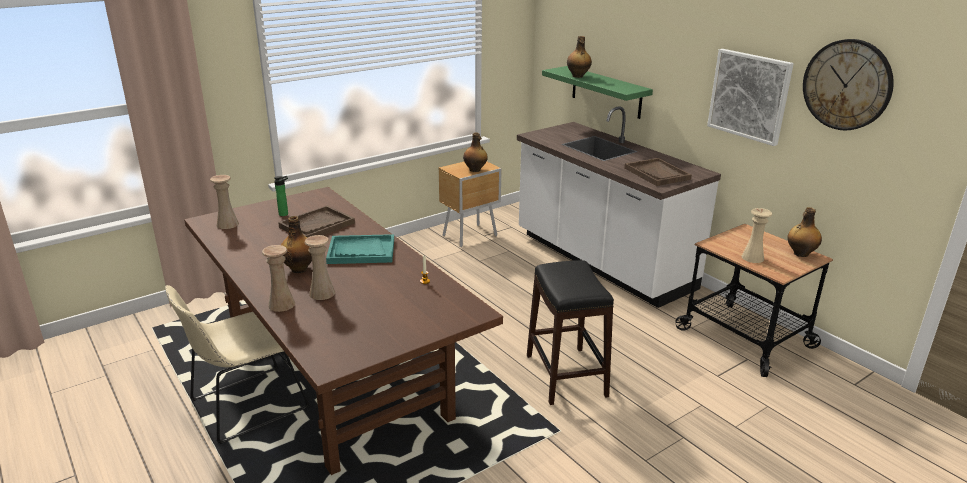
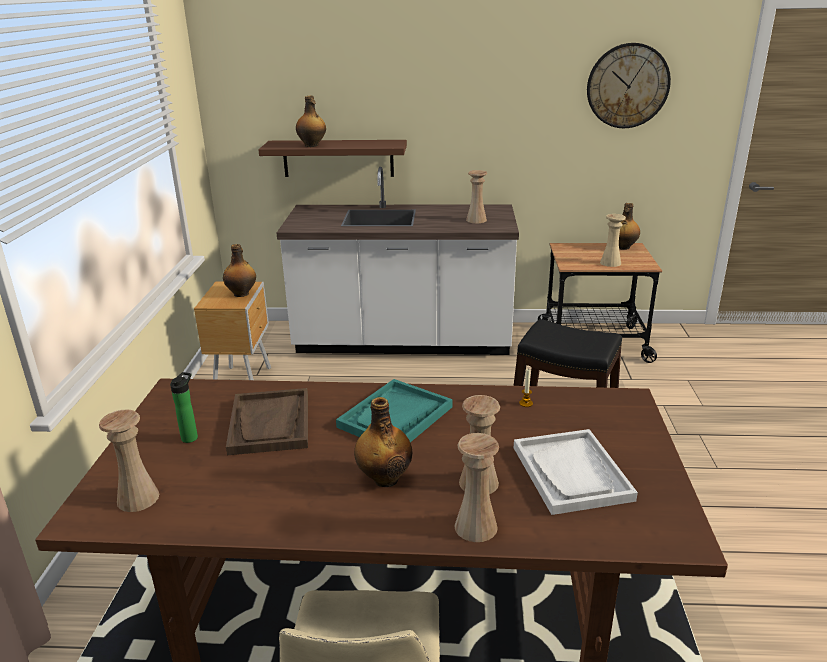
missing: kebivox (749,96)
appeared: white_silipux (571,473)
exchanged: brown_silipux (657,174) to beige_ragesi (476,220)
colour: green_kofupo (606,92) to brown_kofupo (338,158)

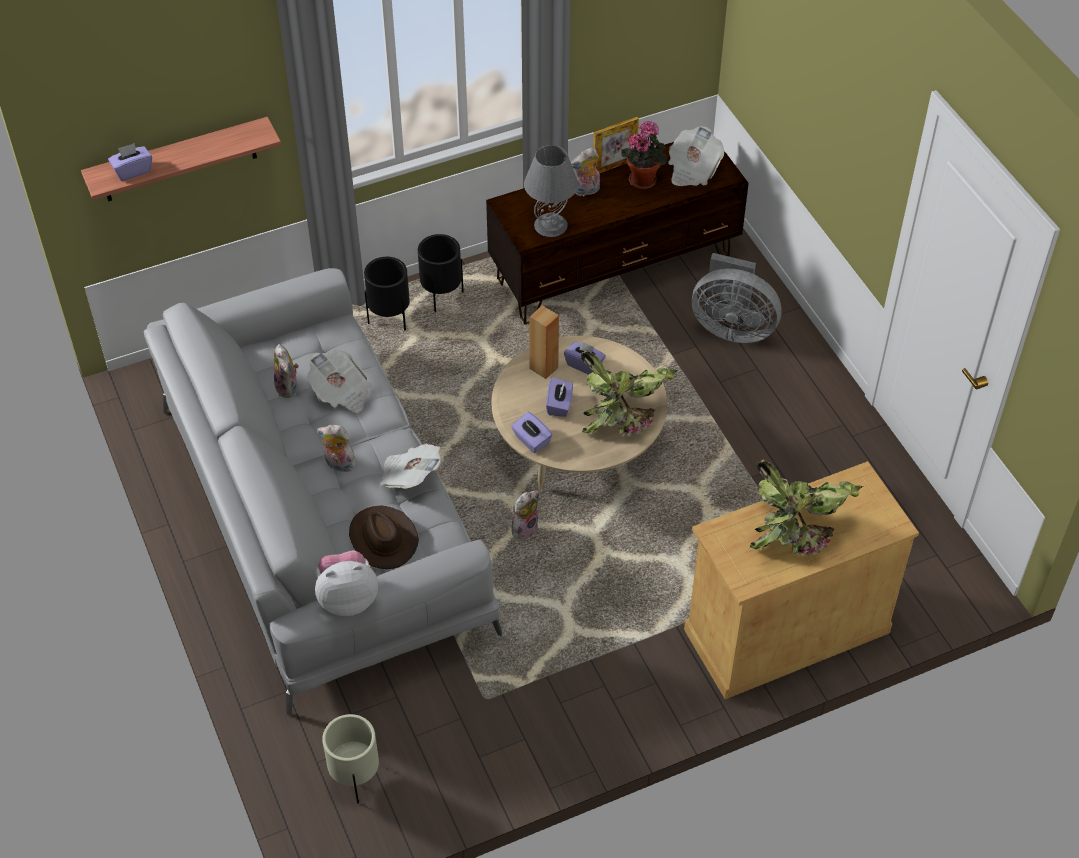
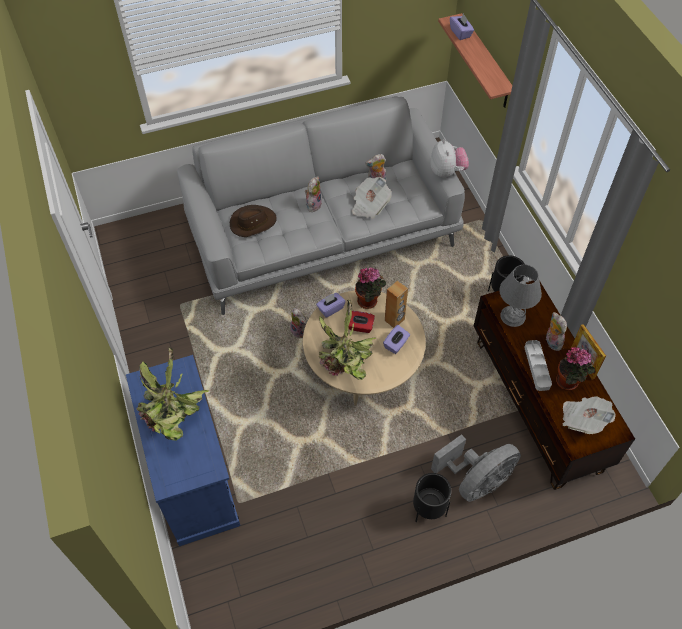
missing: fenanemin (410,476); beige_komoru (355,778)
appeared: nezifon (369,301); grey_silipux (537,367)
relocated: black_komoru (390,319) to (428,511); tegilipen (347,598) to (447,172)
colour: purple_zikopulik (559,405) to red_zikopulik (360,327); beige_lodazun (786,630) to blue_lodazun (194,477)
spun: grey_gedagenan (732,327) = (476,481) 150 degrees counterclockwise

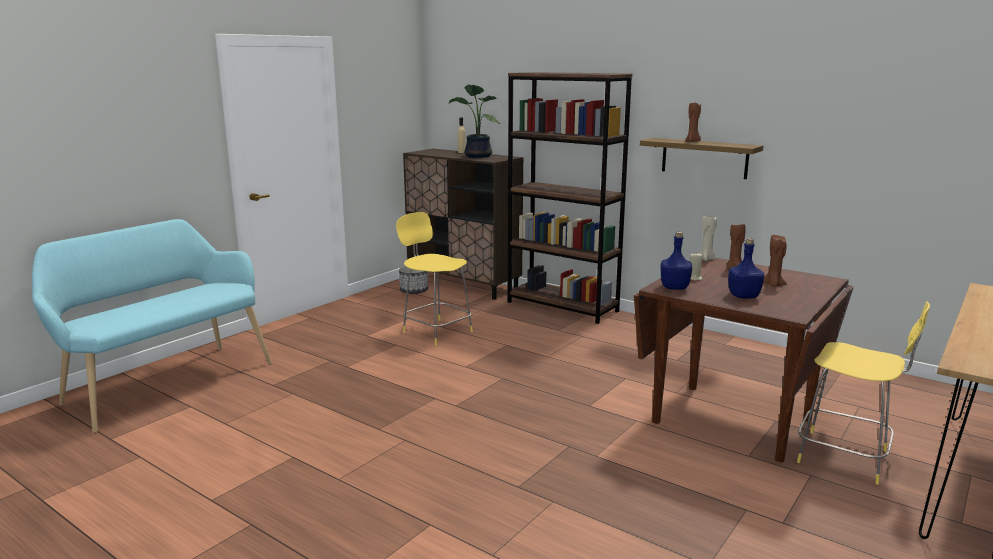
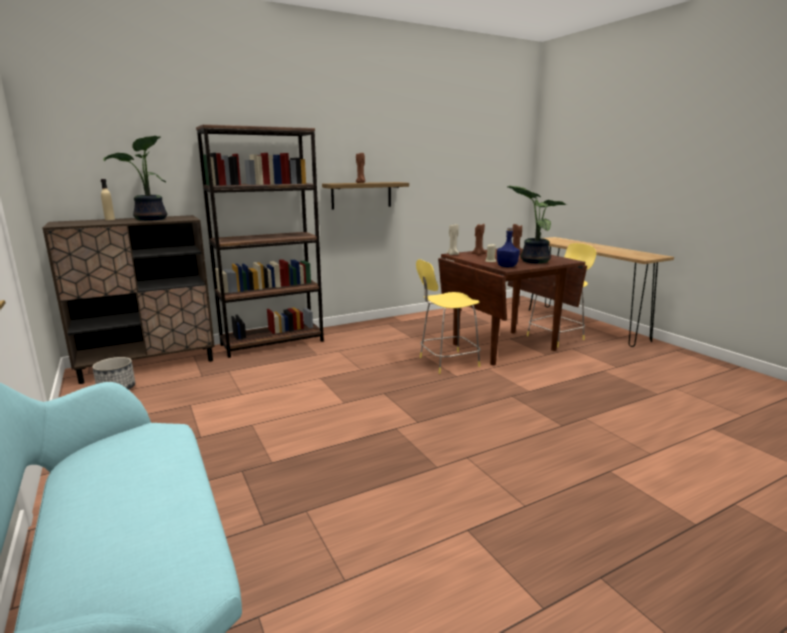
relocated: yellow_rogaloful (436,331) to (447,362)
exchanged: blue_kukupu (744,296) to nezifon (533,261)

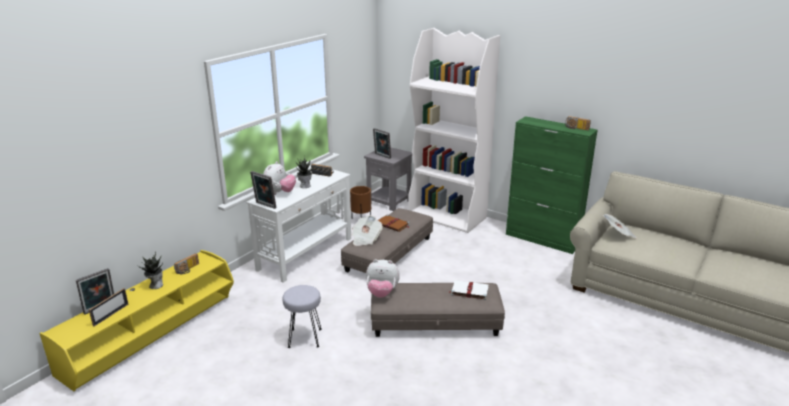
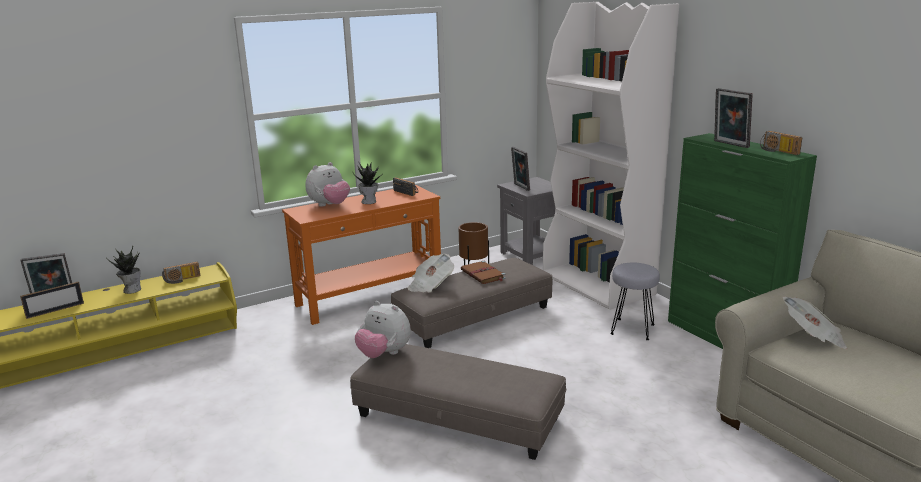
missing: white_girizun (469,291)
relocated: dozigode (265,205) to (729,144); grey_rogaloful (304,338) to (631,329)
colour: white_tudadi (306,254) to orange_tudadi (370,297)

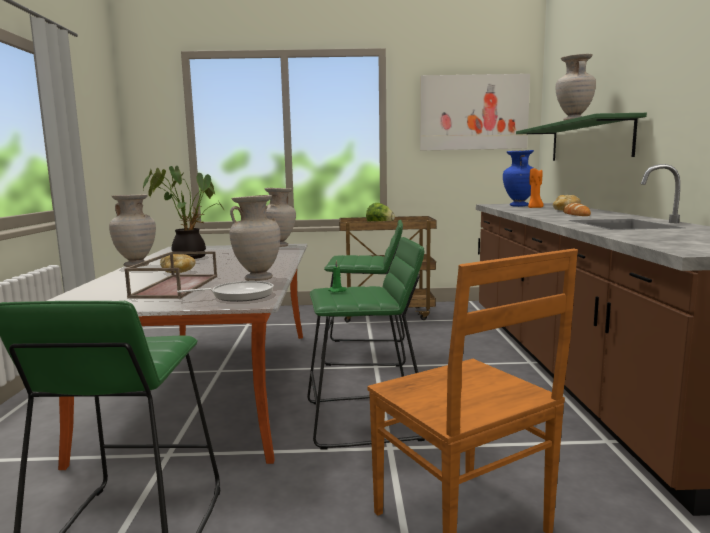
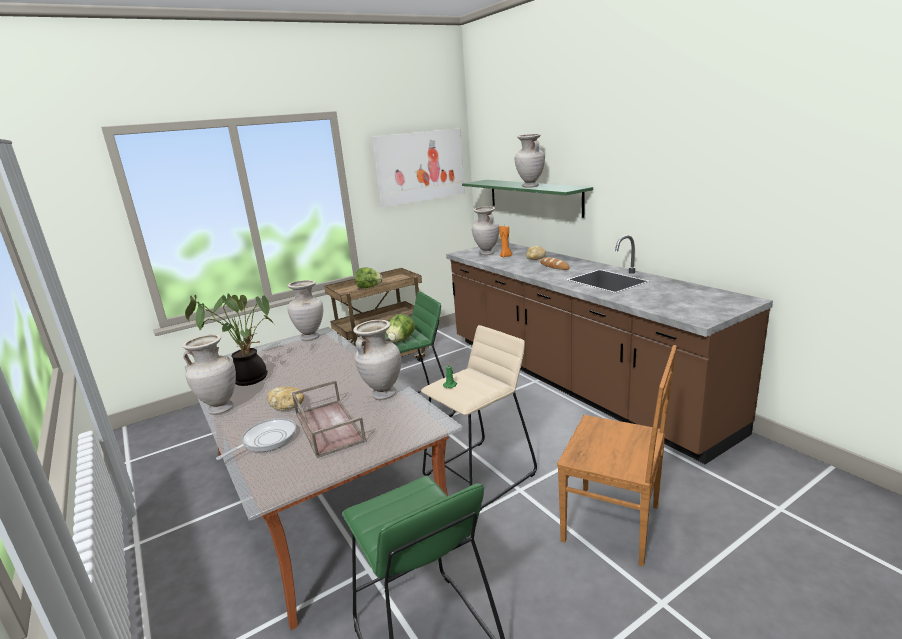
appeared: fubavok (400,340)
relocated: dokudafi (238,295) to (266,440)
colour: blue_ragesi (518,206) to beige_ragesi (486,253); green_rogaloful (365,420) to beige_rogaloful (480,474)

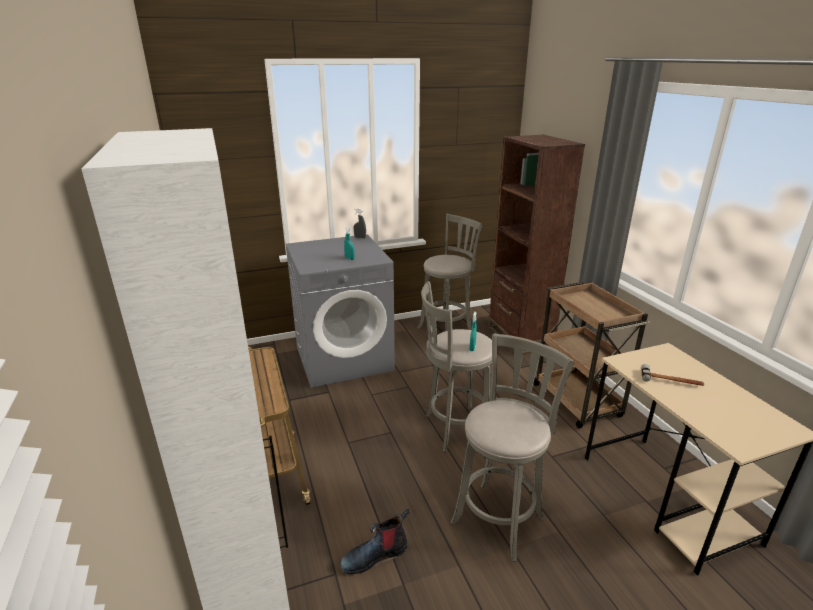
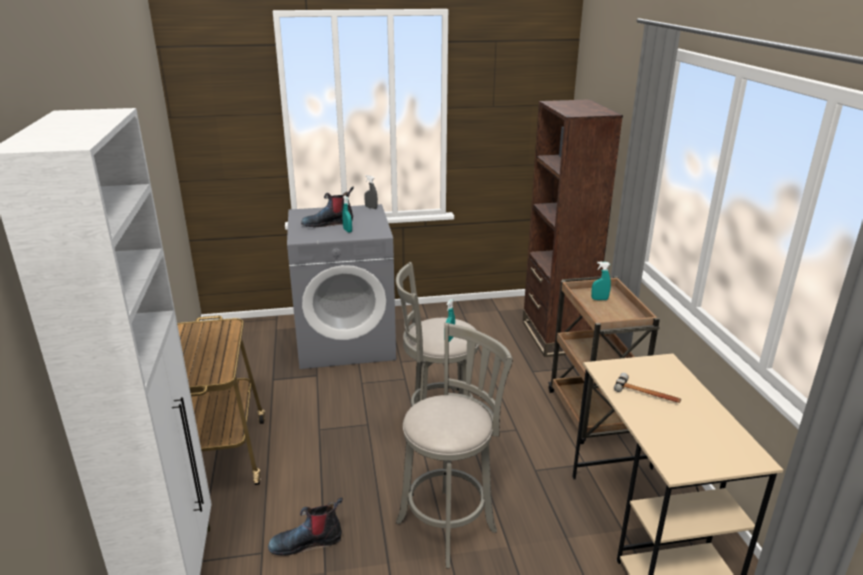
missing: grey_rogaloful (447,329)
appeared: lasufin (328,223); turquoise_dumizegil (599,299)

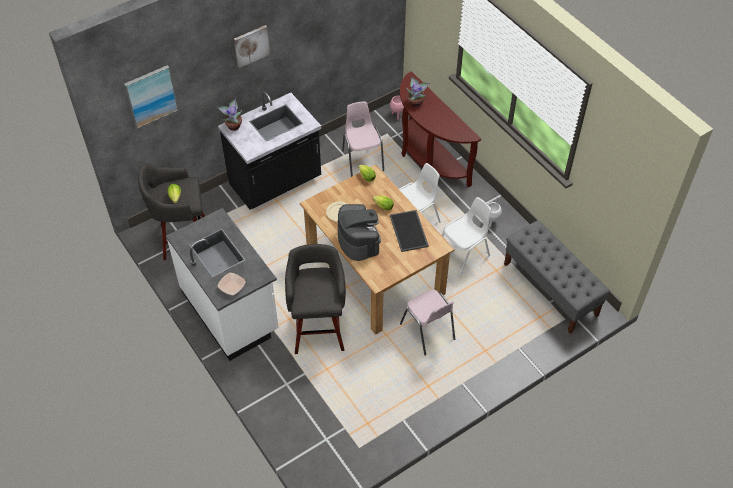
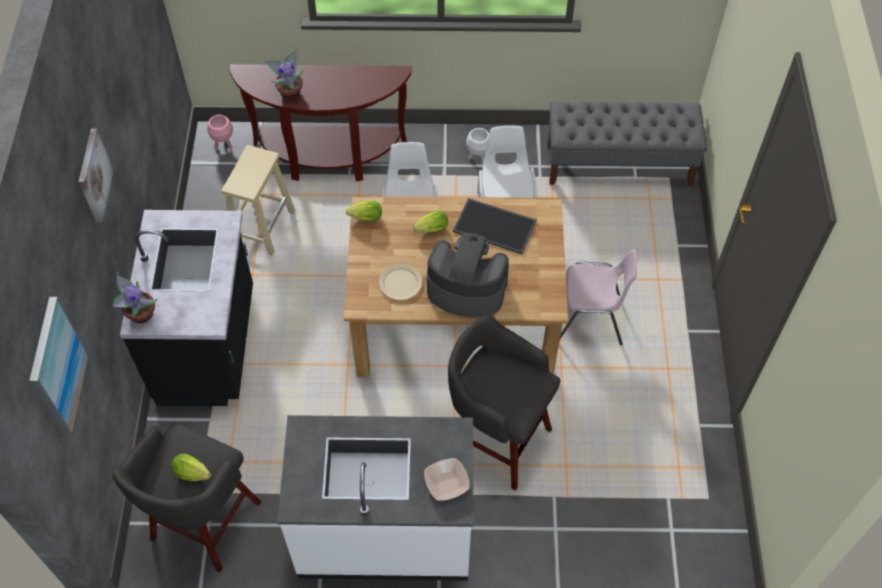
exchanged: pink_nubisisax (362,160) to beige_rogaloful (263,226)

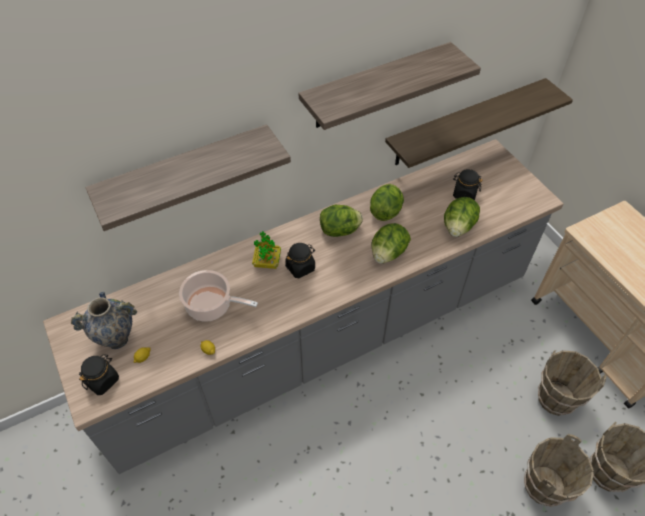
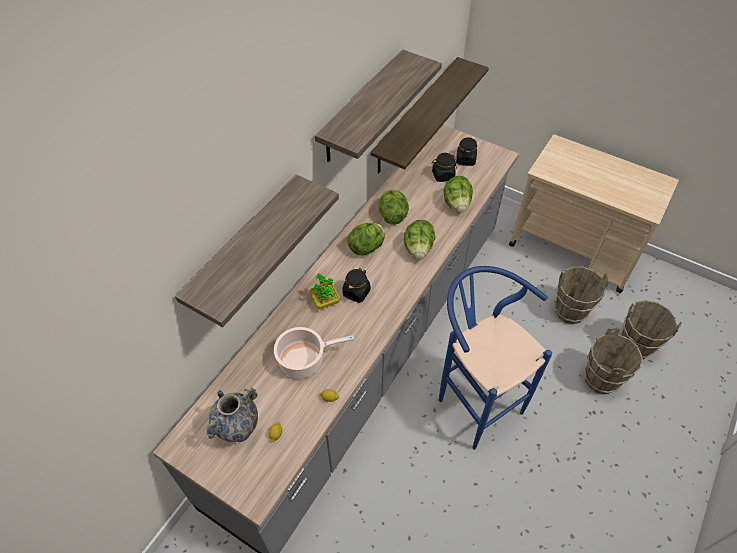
appeared: blue_rogaloful (473,402)
relocated: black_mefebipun (102,380) to (465,160)

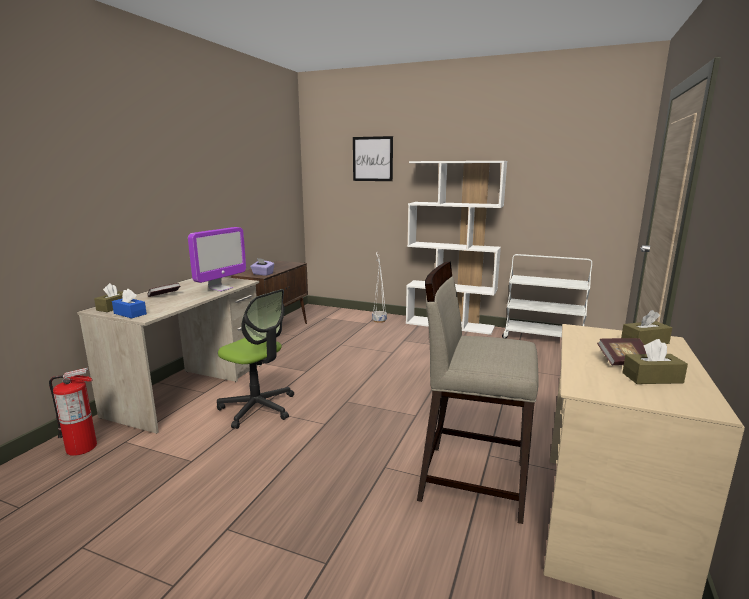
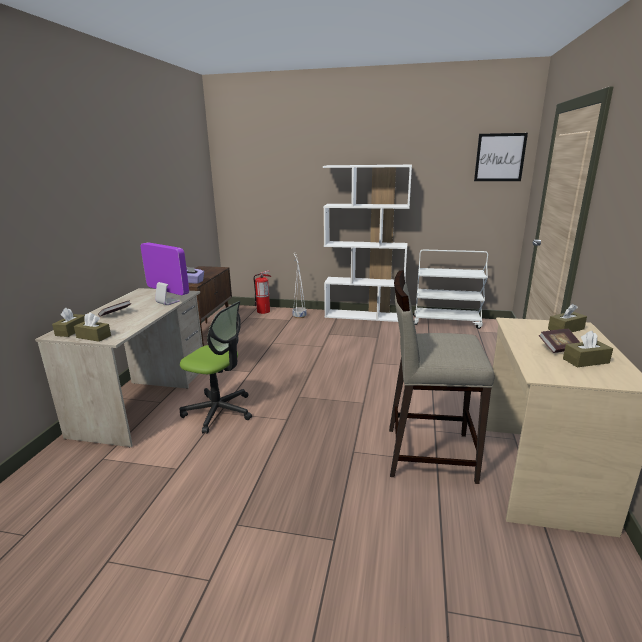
relocated: kebivox (372,159) to (500,157); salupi (82,447) to (263,311)
colour: blue_zikopulik (130,314) to brown_zikopulik (93,336)
spun: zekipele (220,289) = (167,302) 75 degrees counterclockwise

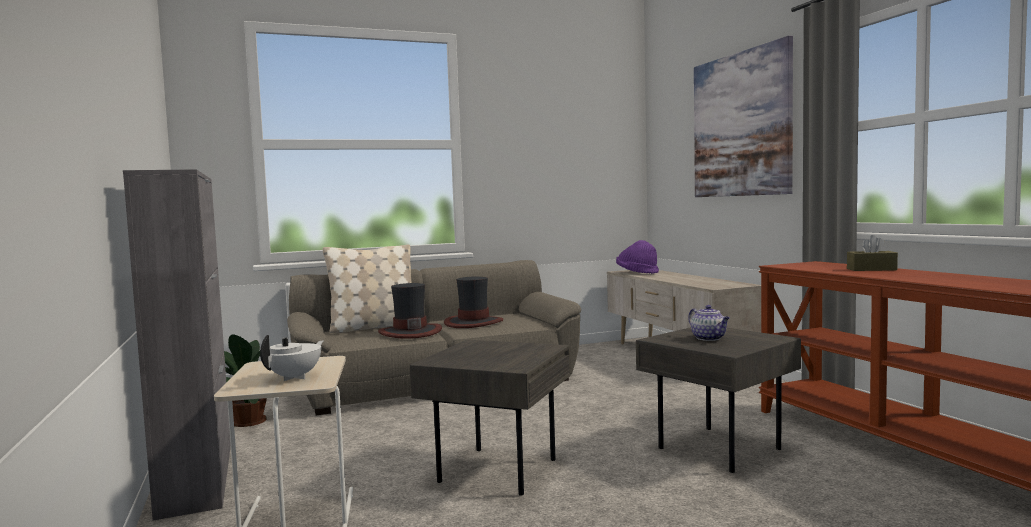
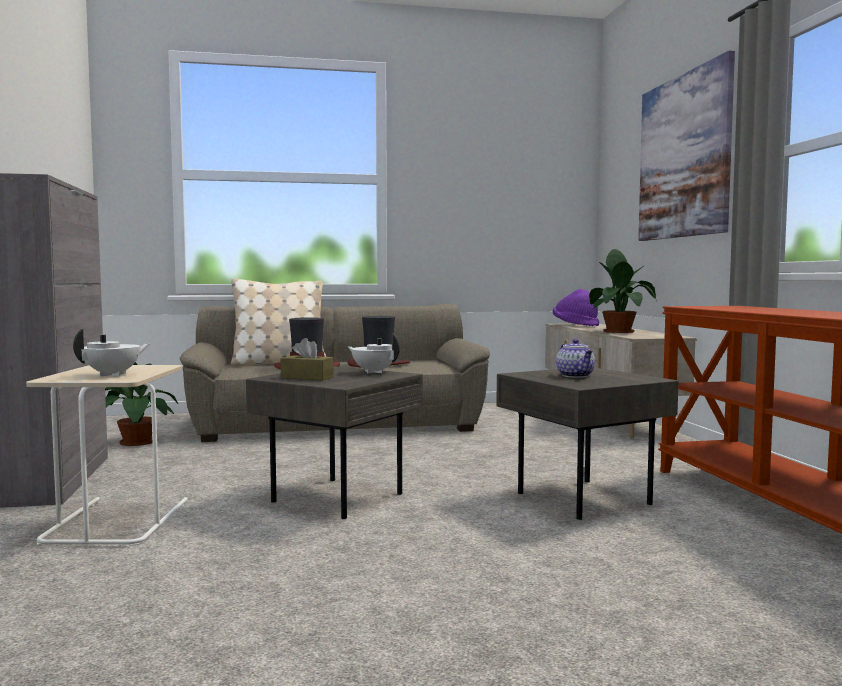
appeared: nezifon (619,331); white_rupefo (373,372)
relocated: brown_zikopulik (871,269) to (307,377)

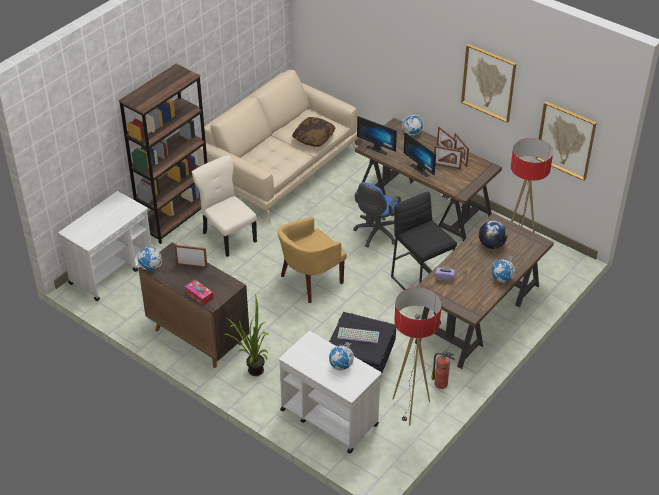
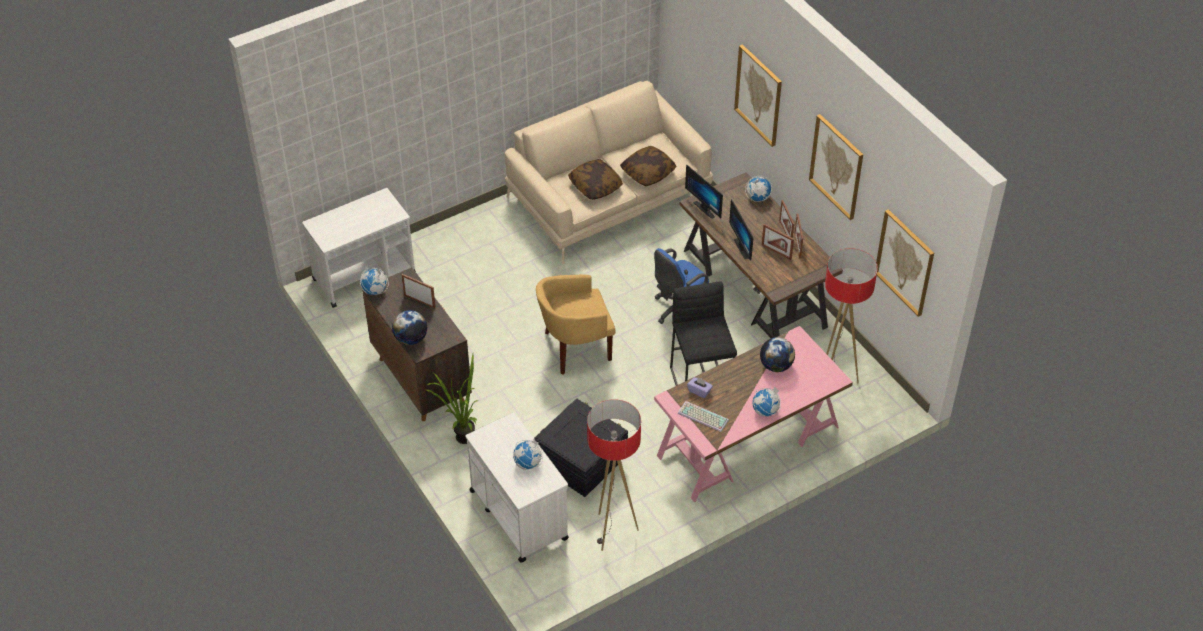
missing: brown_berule (175,217); beige_nubisisax (228,236); salupi (441,384)
appeared: kebivox (759,95); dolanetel (595,186)
relocated: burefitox (357,336) to (702,417)
exchanged: zikopulik (199,295) to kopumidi (411,339)
colour: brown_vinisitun (479,314) to pink_vinisitun (748,442)

